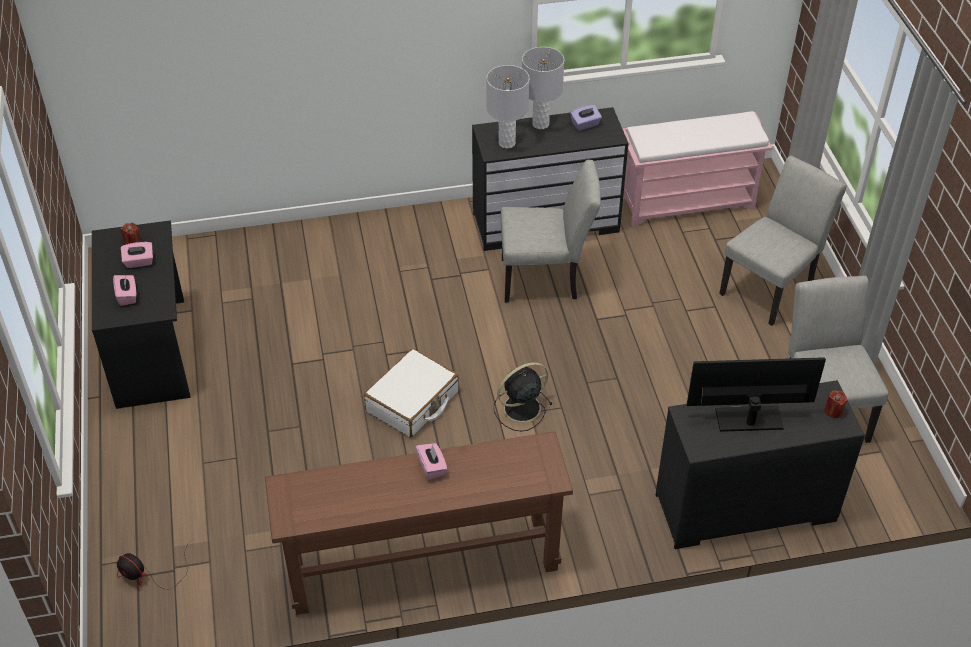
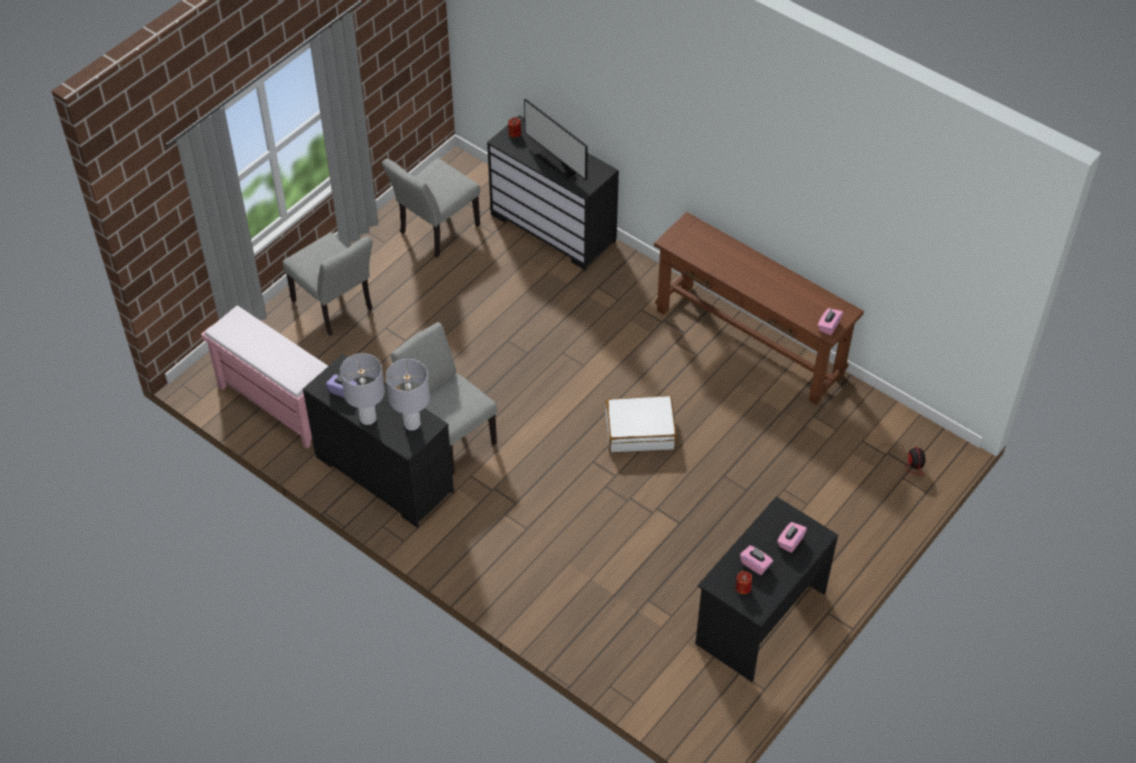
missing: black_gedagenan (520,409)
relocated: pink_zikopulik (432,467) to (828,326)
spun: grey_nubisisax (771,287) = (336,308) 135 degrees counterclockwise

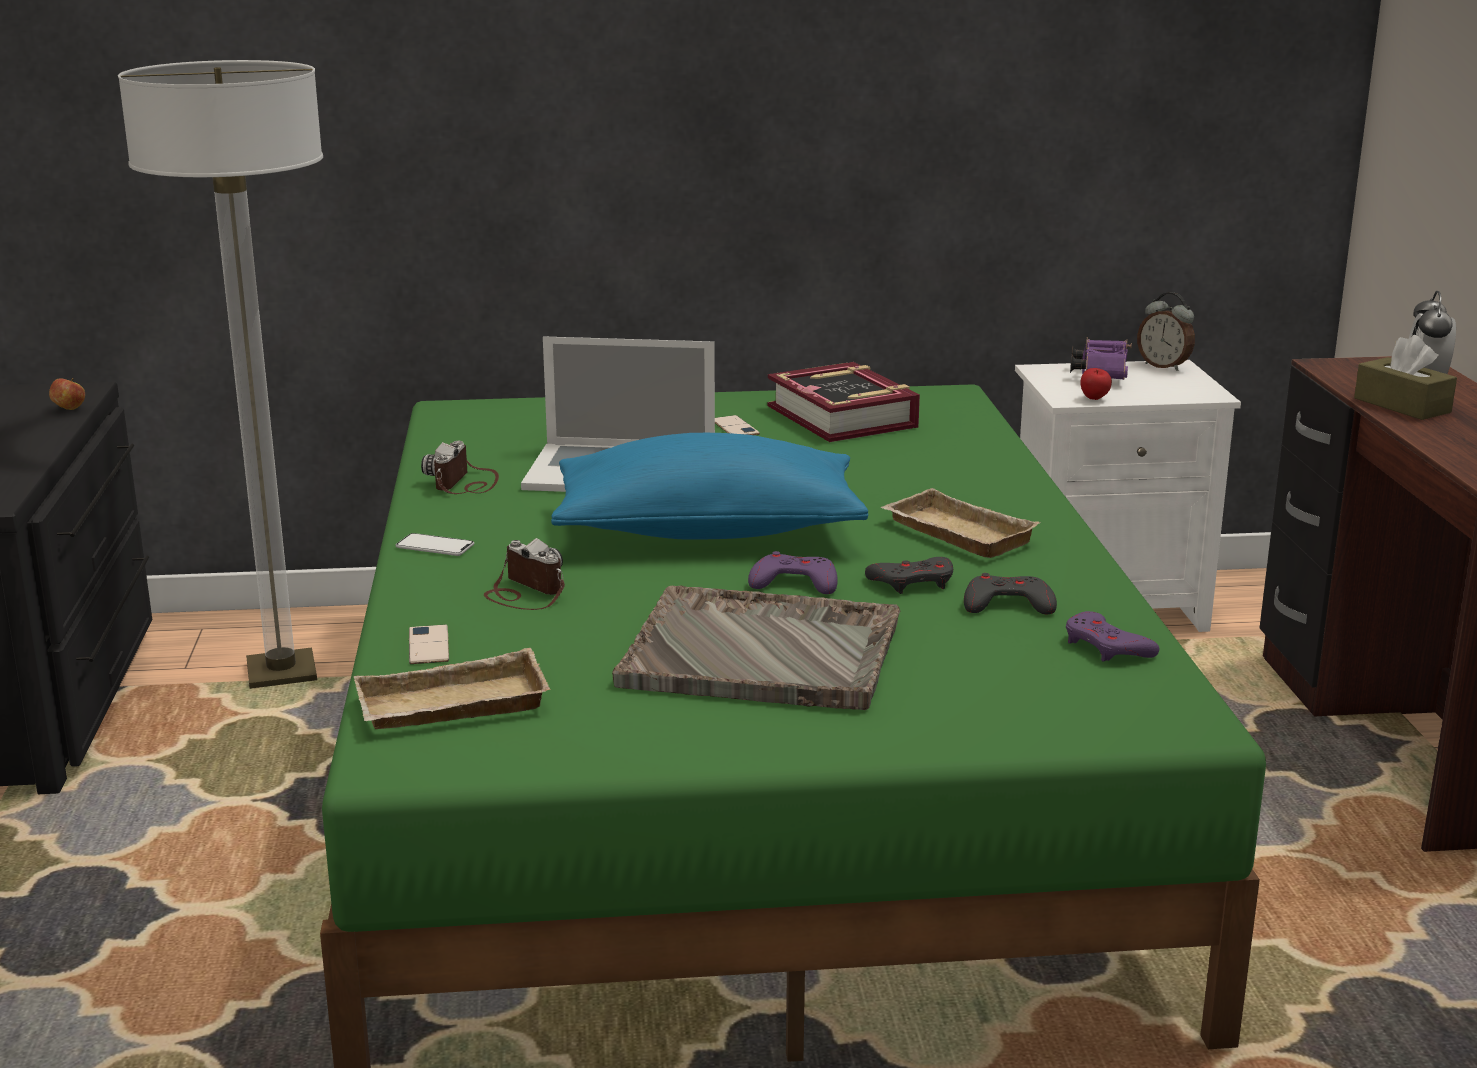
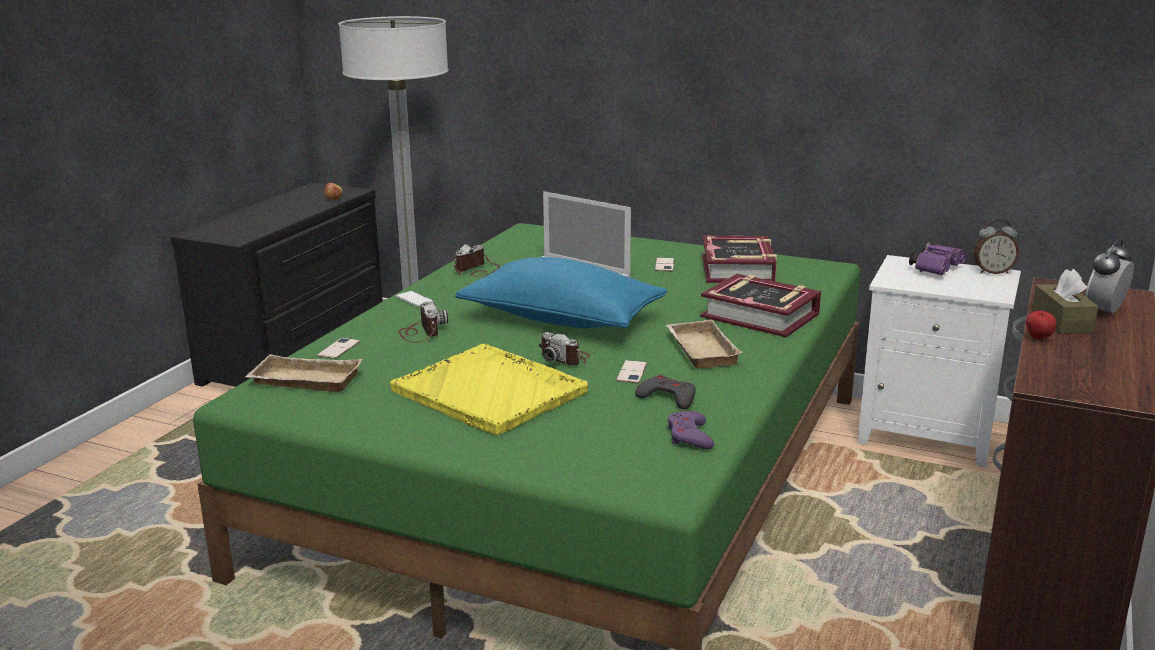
appeared: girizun (760,315)
relocated: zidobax (1094,399) to (1038,339)
exchanged: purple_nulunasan (794,583) to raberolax (565,358); grey_nulunasan (913,582) to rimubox (632,372)
colour: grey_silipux (764,654) to yellow_silipux (490,392)
spun: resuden (1164,366) = (992,272) 75 degrees counterclockwise

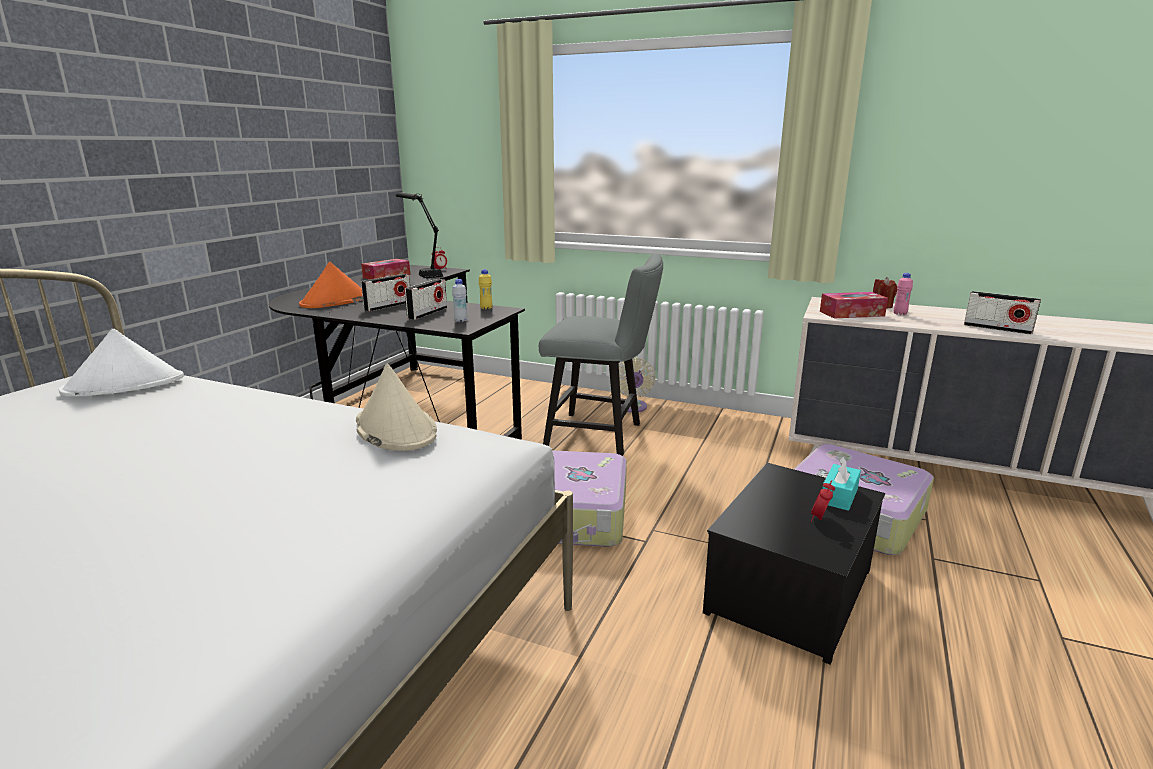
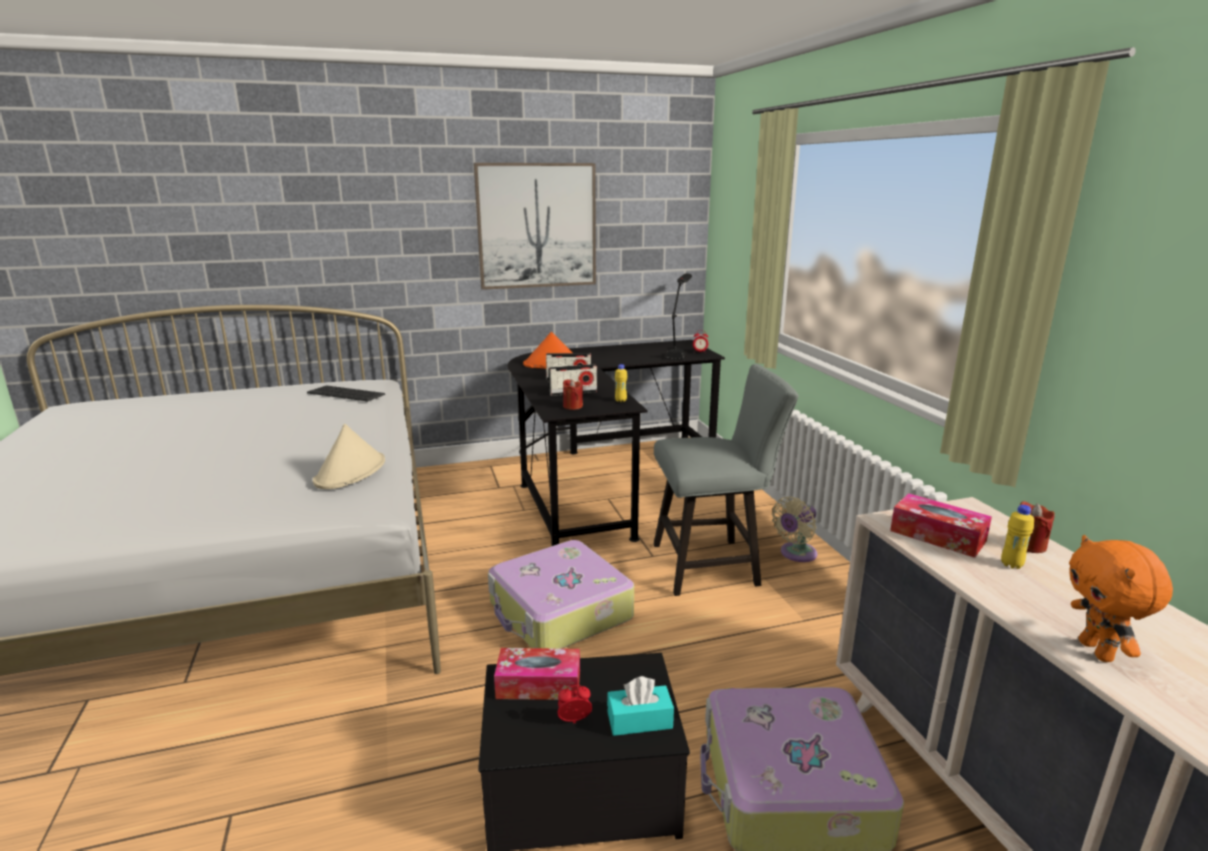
appeared: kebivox (537,226)
relocated: zikopulik (386,276) to (538,684)
exchanged: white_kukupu (461,321) to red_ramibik (572,406); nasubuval (997,328) to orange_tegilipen (1098,651); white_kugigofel (125,385) to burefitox (346,394)
colour: pink_kukupu (900,314) to yellow_kukupu (1011,565)
spun: grey_nubisisax (601,435) = (714,565) 75 degrees counterclockwise

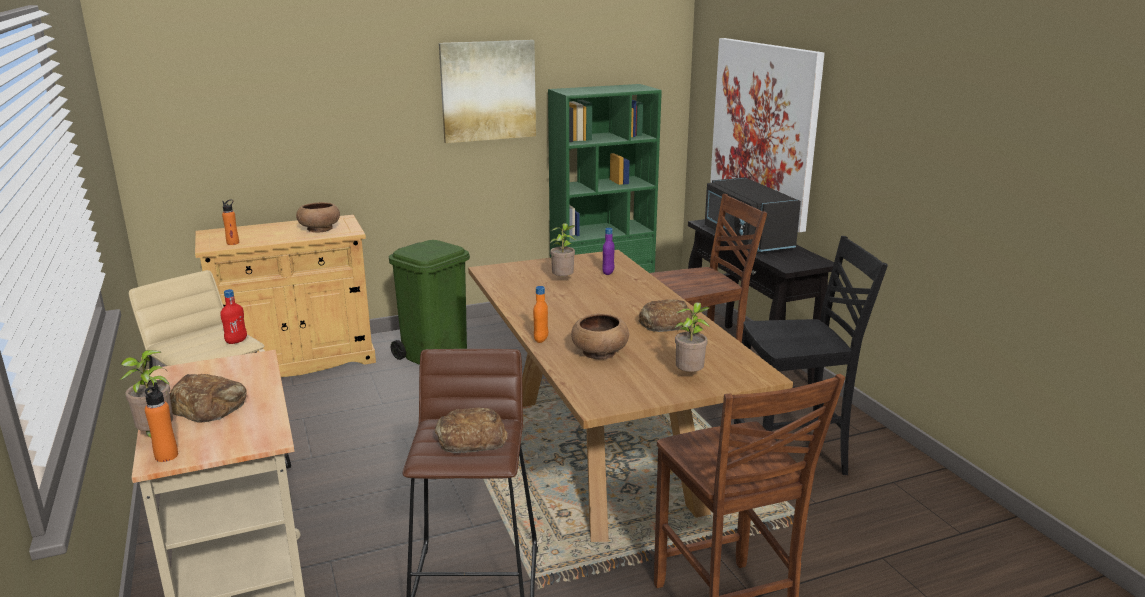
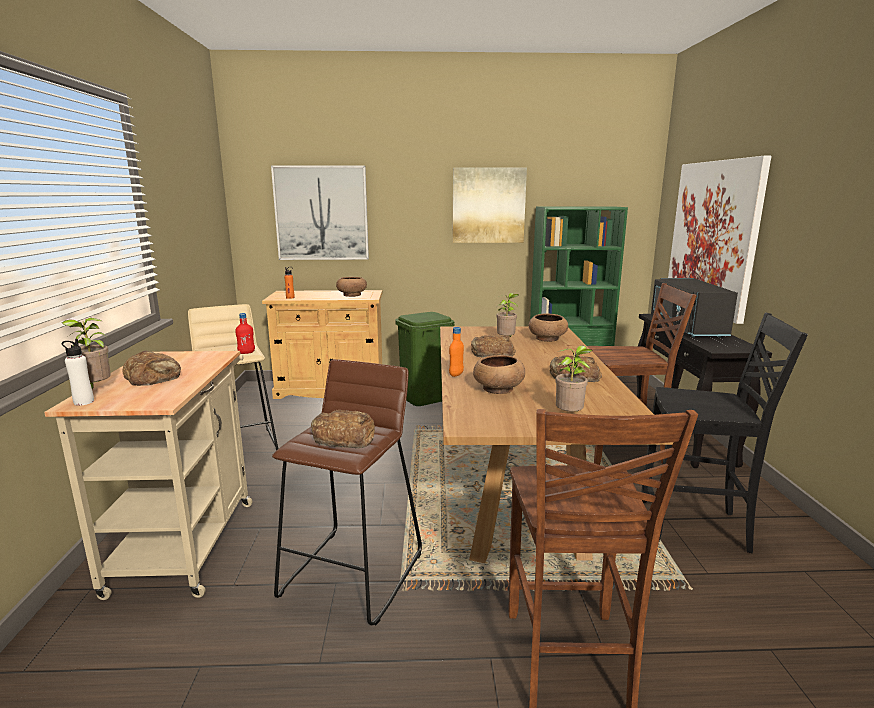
appeared: kebivox (321,213); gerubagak (491,353)
exchanged: purple_kukupu (608,272) to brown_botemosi (547,339)
colour: orange_kukupu (166,456) to white_kukupu (83,402)

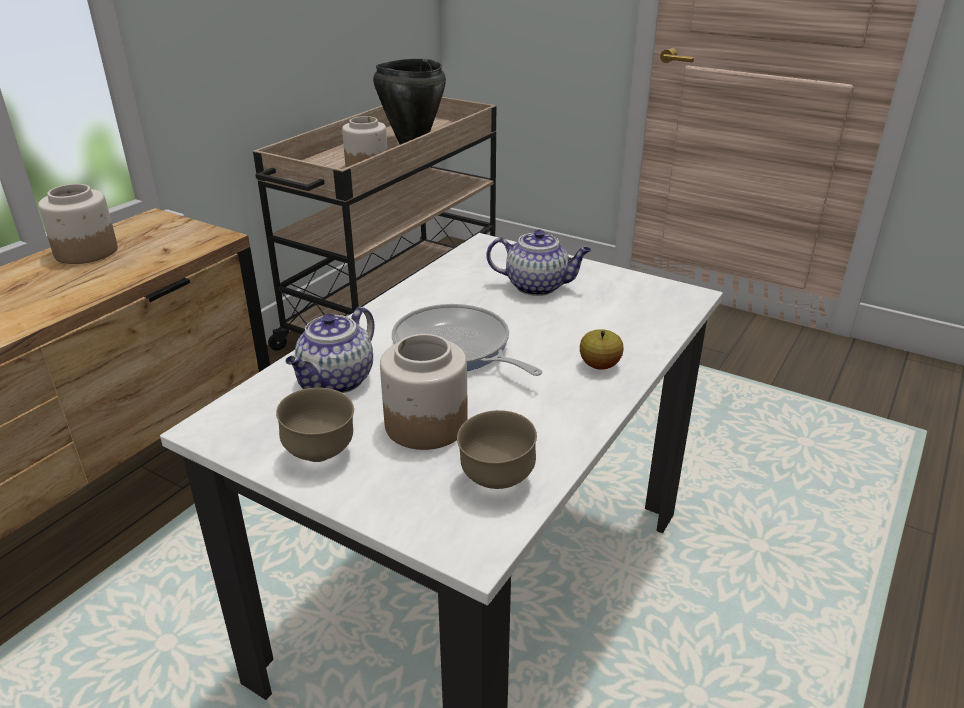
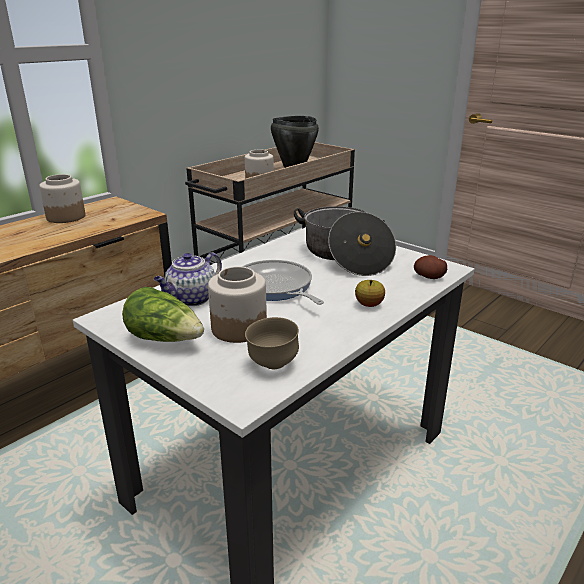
appeared: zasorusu (429,277)
exchanged: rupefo (538,286) to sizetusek (344,256); brown_botemosi (321,454) to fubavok (165,339)

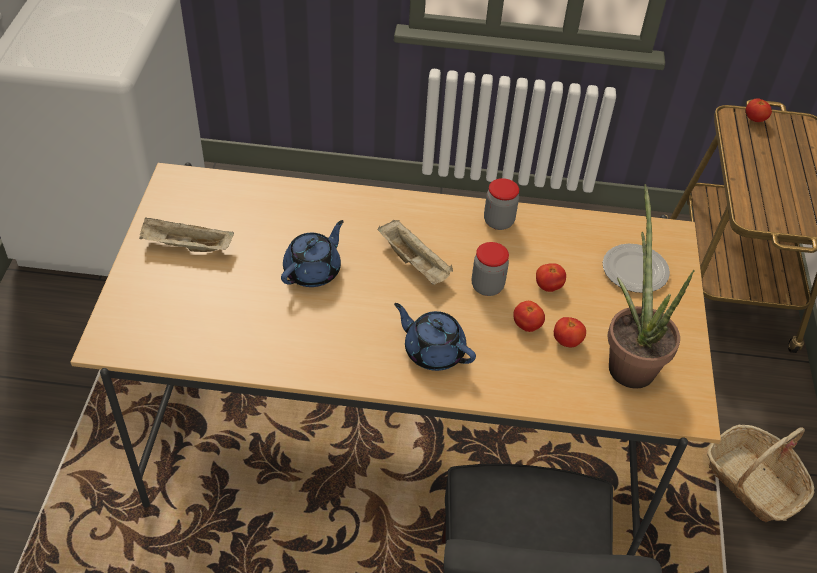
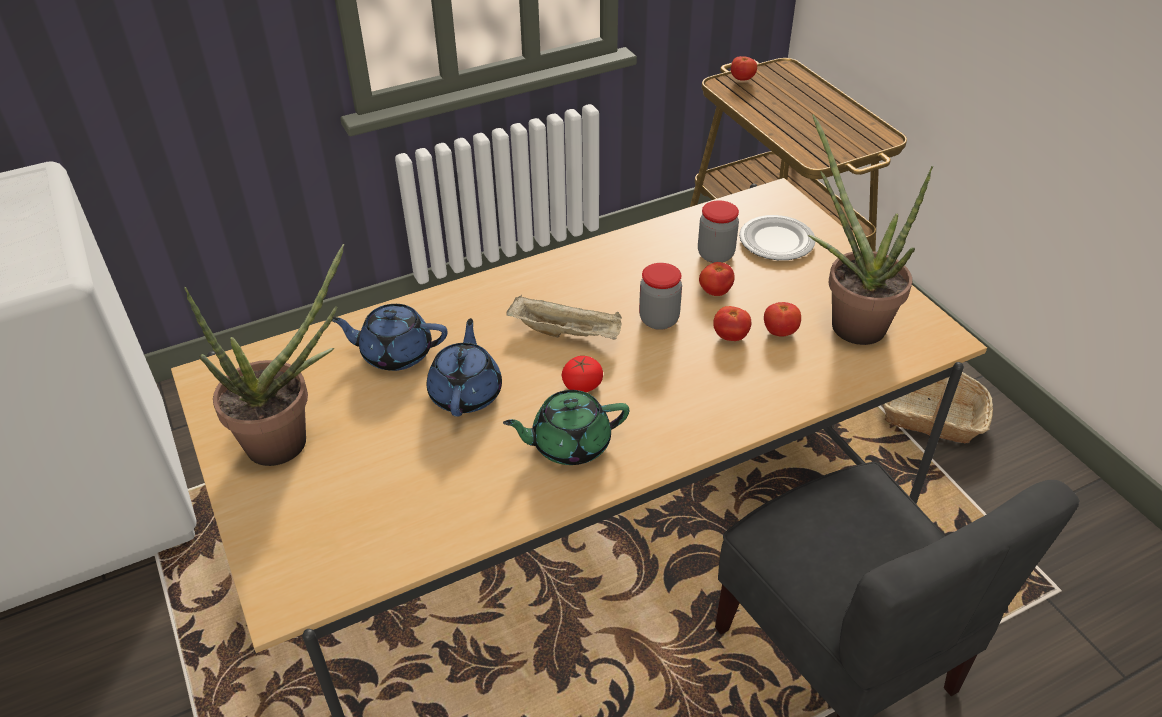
appeared: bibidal (582,385); green_rupefo (569,444)
relocated: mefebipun (498,221) to (715,255); blue_rupefo (433,351) to (395,353)
exchanged: beige_silipux (186,246) to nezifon (291,440)

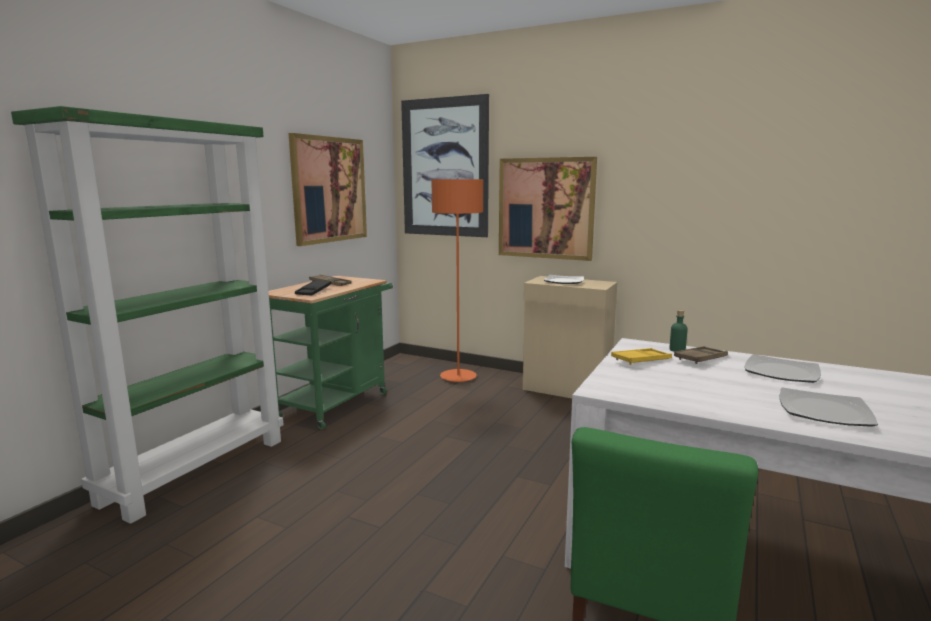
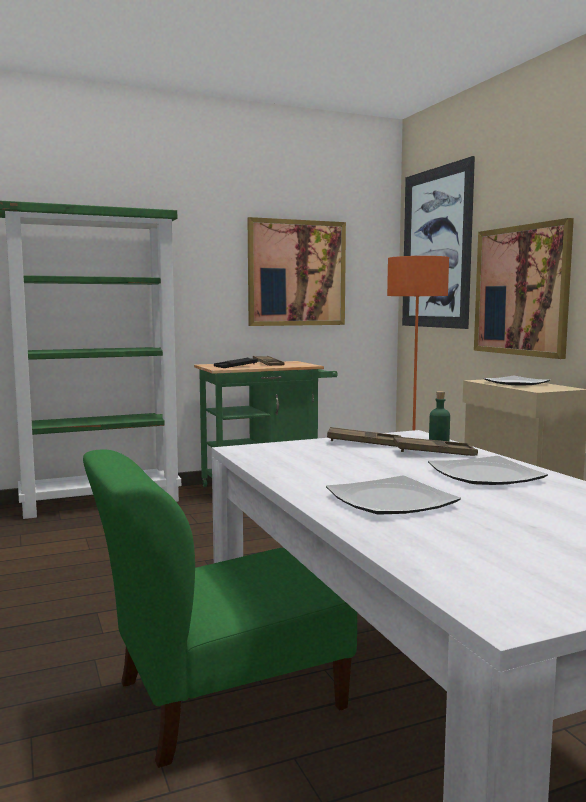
colour: yellow_silipux (641,360) to brown_silipux (364,443)

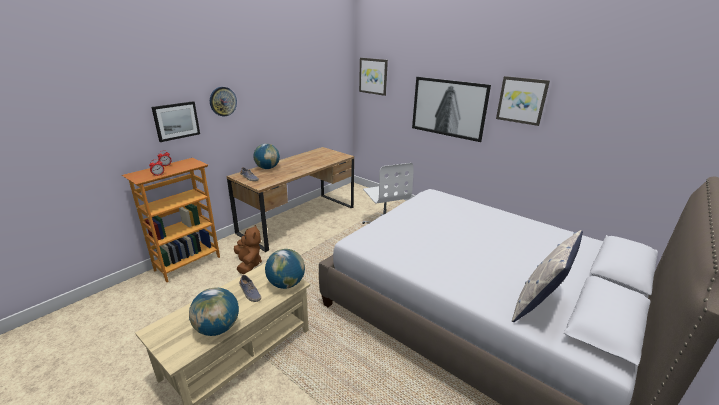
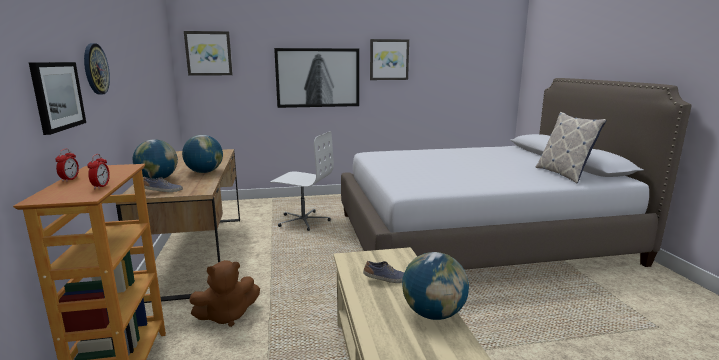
relocated: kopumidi (286,284) to (204,172)
spun: brown_tegilipen (248,264) = (227,316) 135 degrees clockwise

